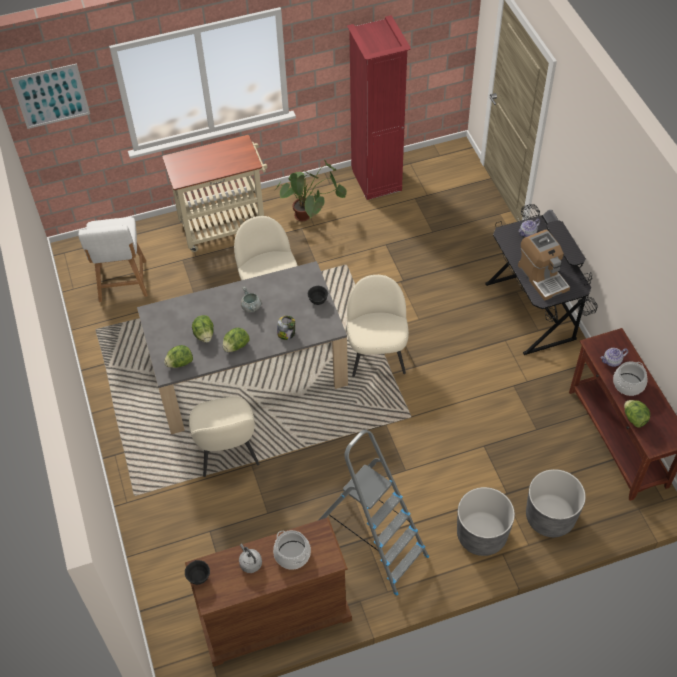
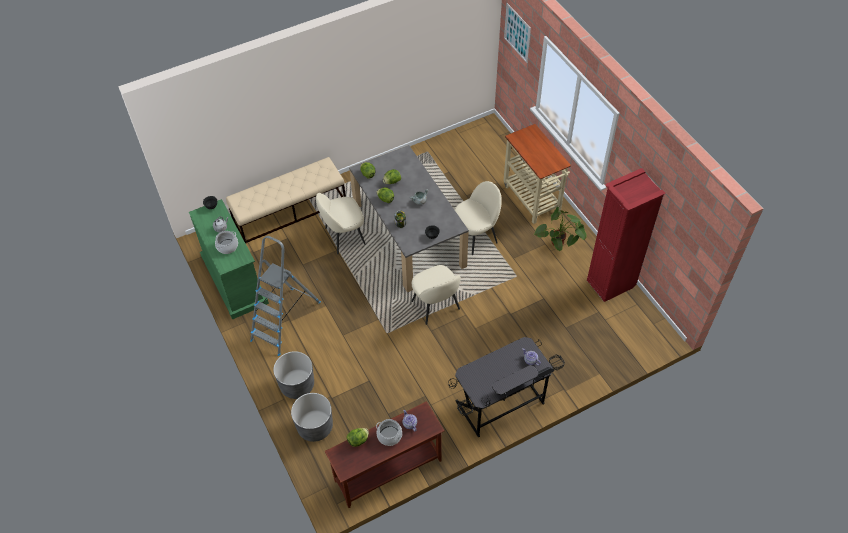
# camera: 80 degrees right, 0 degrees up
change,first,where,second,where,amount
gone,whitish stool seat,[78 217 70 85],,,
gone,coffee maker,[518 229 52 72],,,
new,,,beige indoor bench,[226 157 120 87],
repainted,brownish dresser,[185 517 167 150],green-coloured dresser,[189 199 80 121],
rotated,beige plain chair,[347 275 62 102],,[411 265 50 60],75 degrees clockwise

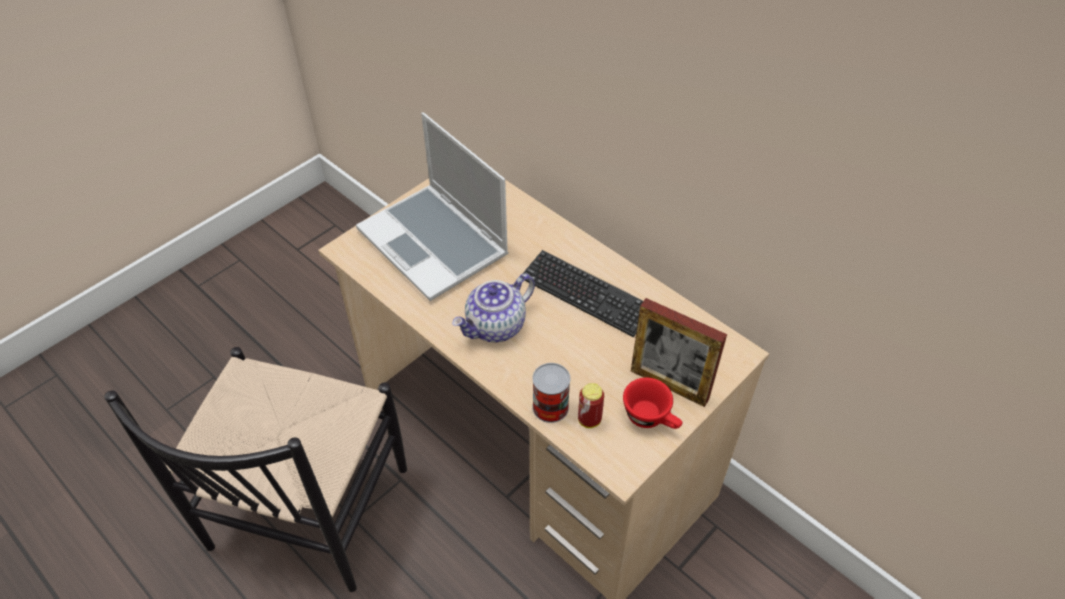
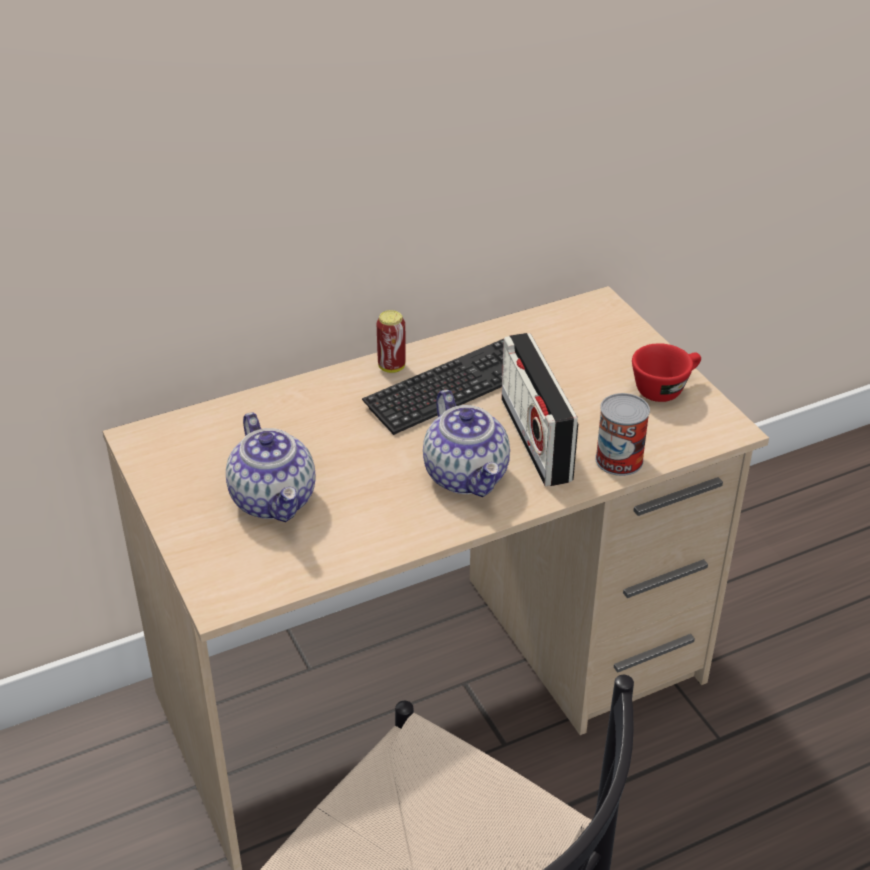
# camera: 70 degrees left, 10 degrees down
change,first,where,second,where,amount
gone,standing frame,[631 298 96 109],,,
new,,,radio set,[501 333 77 153],
shifted,can,[578 383 26 45],,[377 310 29 63],
swapped,laptop,[356 112 153 189],pot for tea,[226 412 90 110],

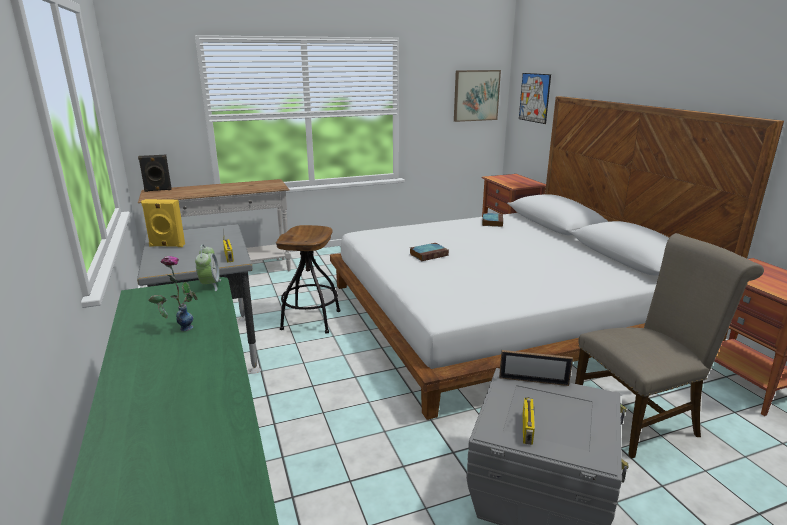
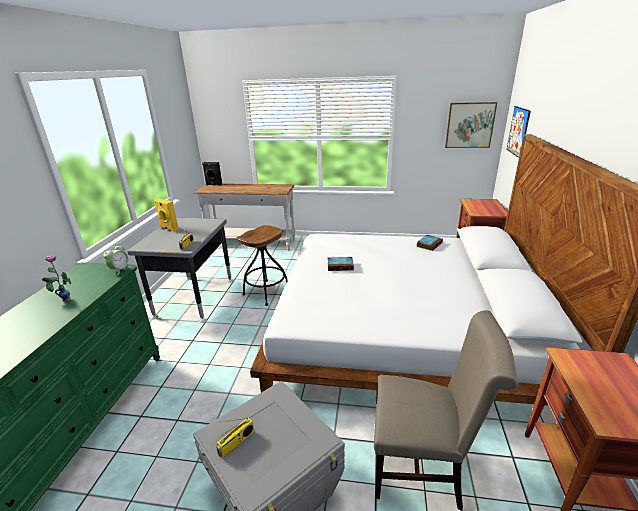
# camera: 30 degrees right, 5 degrees up
change,first,where,second,where,amount
gone,standing frame,[499 350 74 36],,,

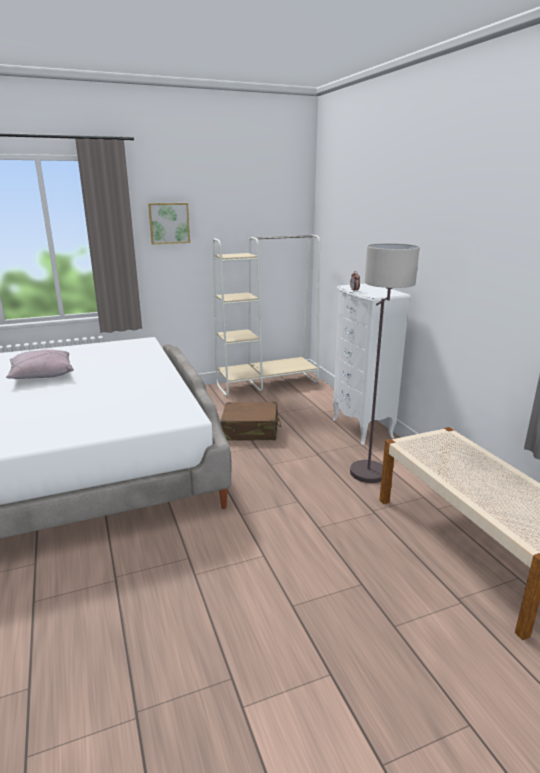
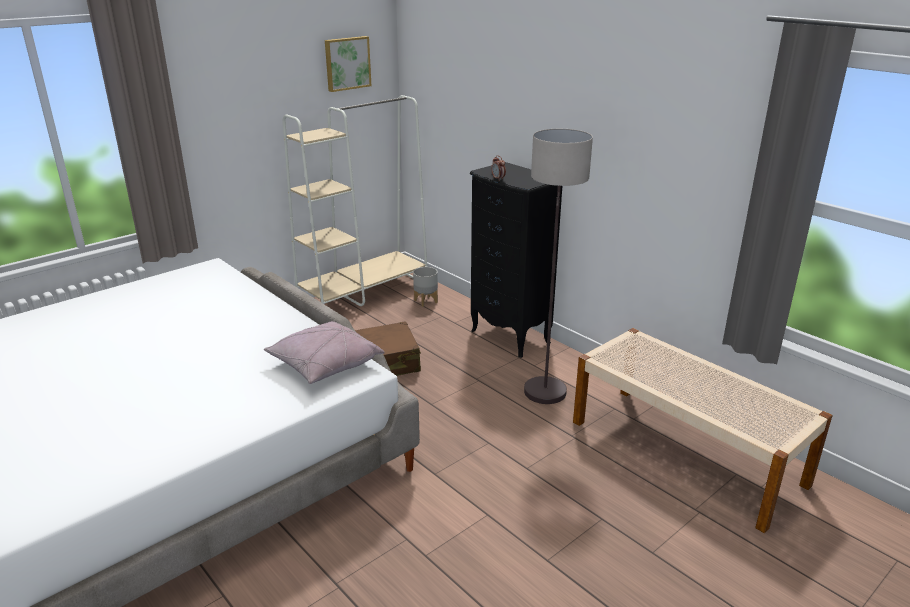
# camera: 20 degrees left, 5 degrees up
change,first,where,second,where,amount
new,,,greyish planter,[413 267 25 40],
shifted,purplish throw pillow,[6 350 68 29],,[264 321 121 63],
shifted,wall art,[148 203 42 41],,[325 36 46 56],
repainted,whitish dresser,[333 284 78 161],black dresser,[470 162 92 196],

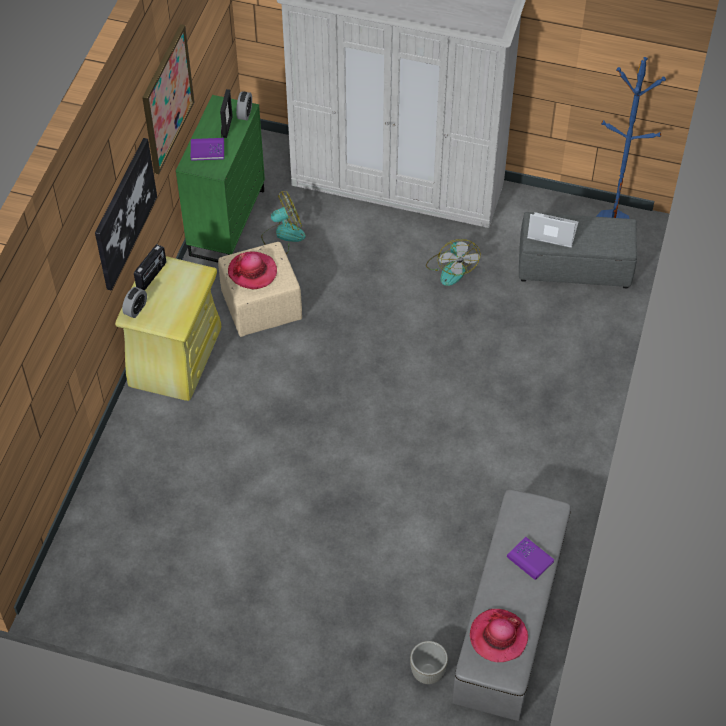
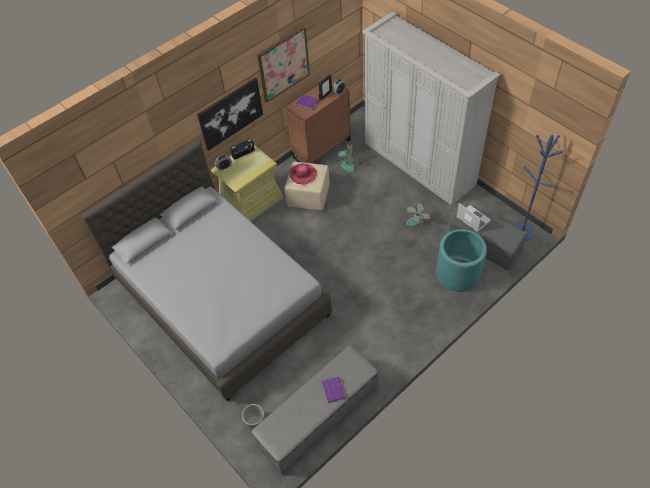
# camera: 35 degrees right, 0 degrees up
change,first,where,second,where,amount
gone,wearable hat,[470 609 58 53],,,
new,,,greyish sleeping bed,[81 140 251 261],
new,,,turquoise planter,[436 229 51 63],
repainted,green-coloured dresser,[176 95 89 167],brownish dresser,[286 78 65 85],

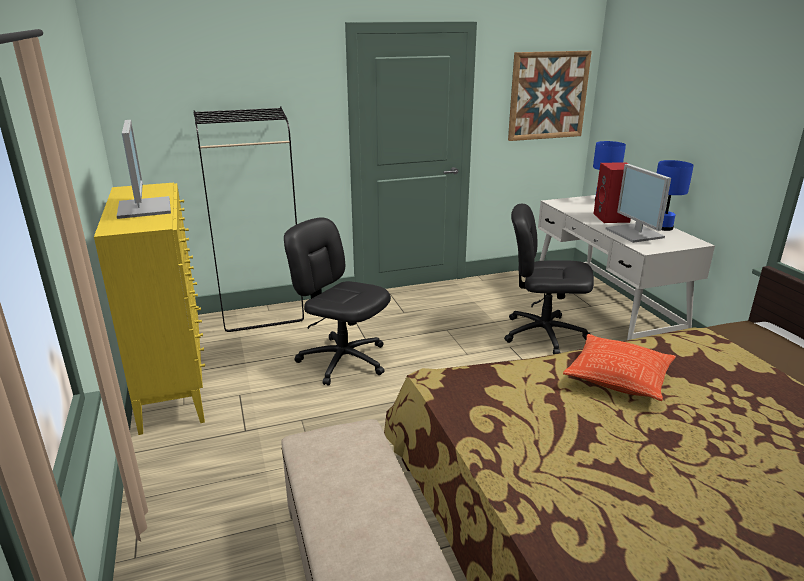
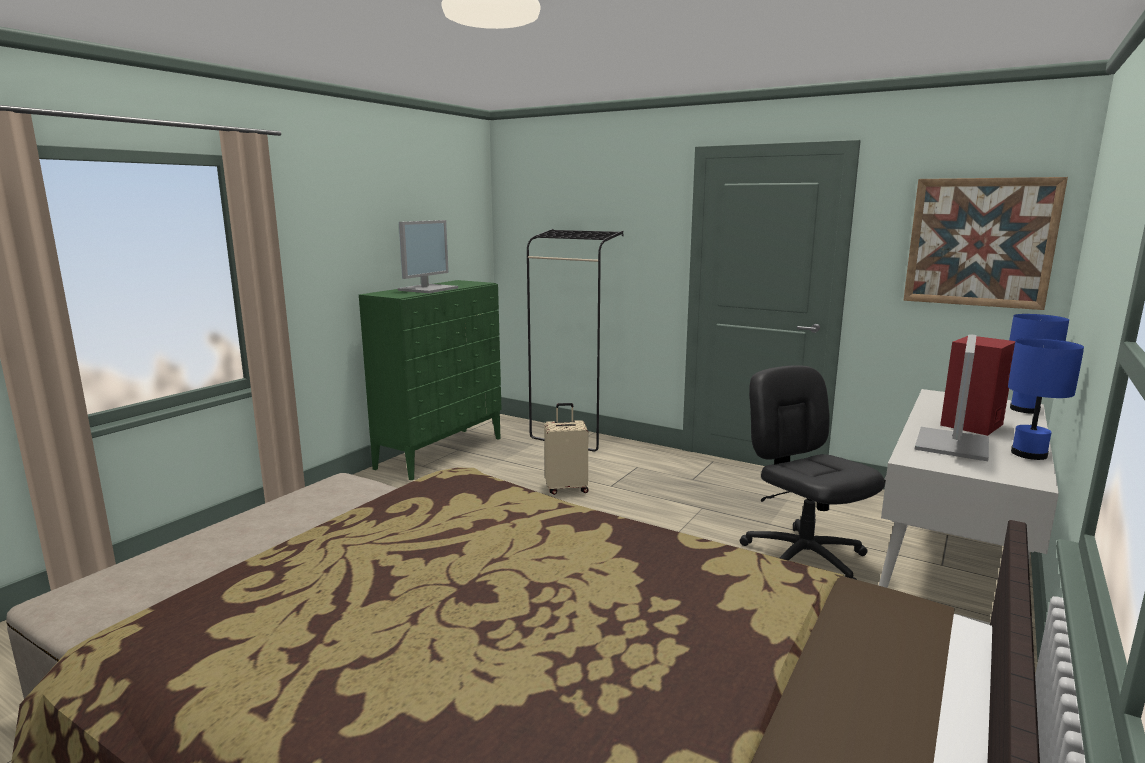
# camera: 50 degrees right, 10 degrees down
change,first,where,second,where,amount
gone,orangey throw pillow,[563 334 113 67],,,
swapped,black desk chair,[284 217 107 169],beige piece of luggage,[544 403 45 92],
repainted,yellowish dresser,[94 183 111 252],green-coloured dresser,[359 280 143 200],

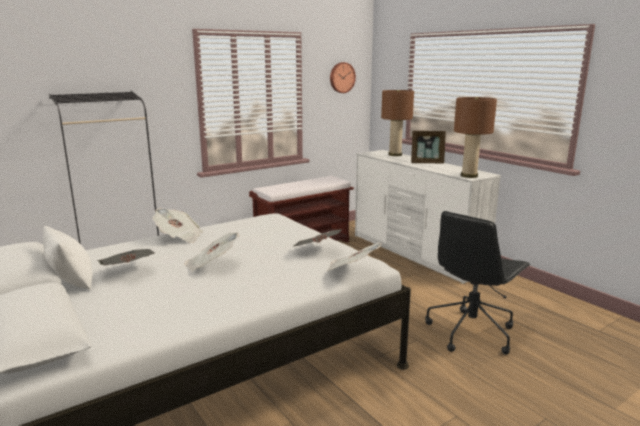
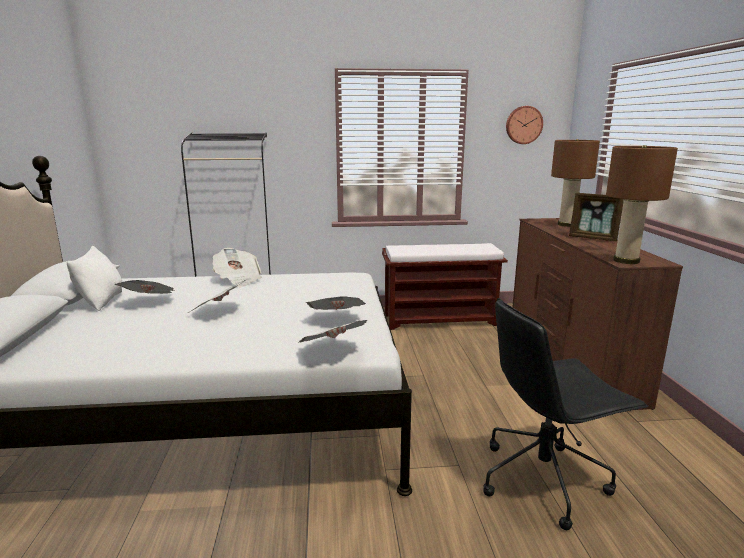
# camera: 30 degrees right, 0 degrees up
change,first,where,second,where,amount
repainted,whitish dresser,[355 150 146 134],brownish dresser,[513 218 170 192],

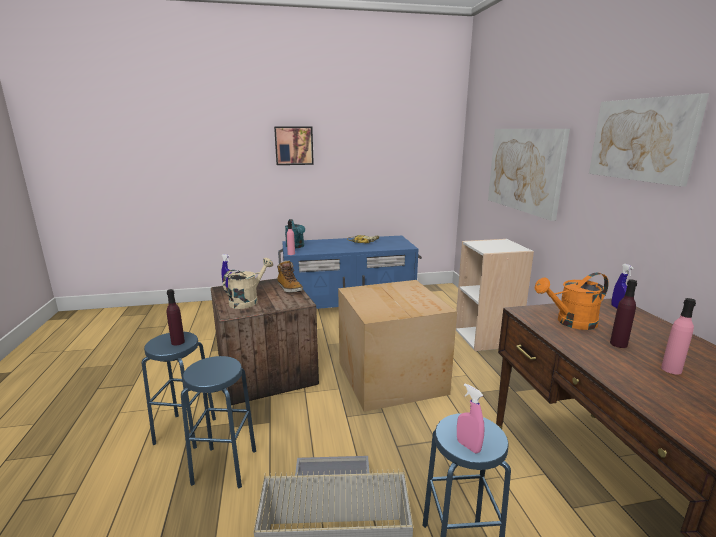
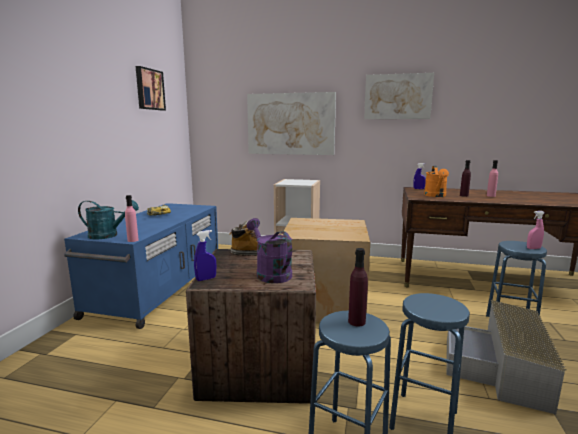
# camera: 65 degrees left, 5 degrees down
change,first,where,second,where,amount
shifted,wall art,[274 126 40 39],,[136 66 30 44],
repainted,beige sprinkling can,[223 258 50 51],purplish sprinkling can,[247 218 45 65],

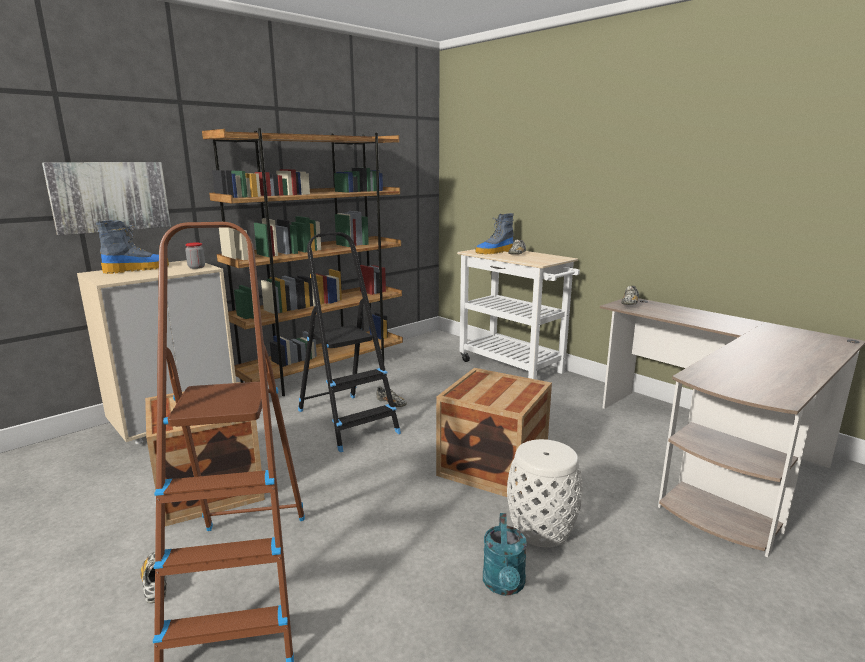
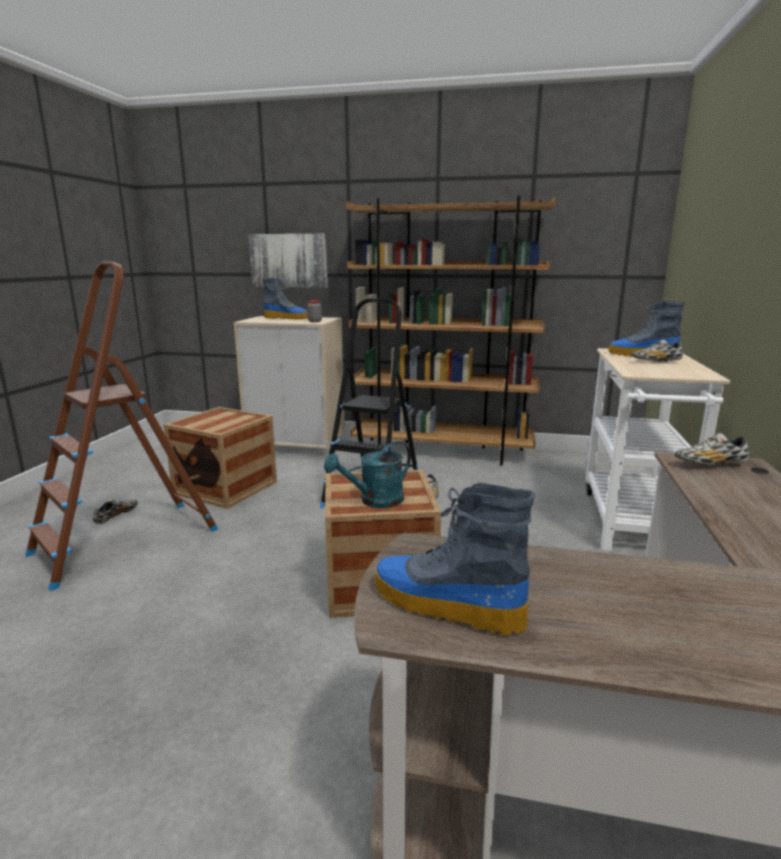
# camera: 55 degrees right, 0 degrees up
change,first,where,second,where,amount
gone,whitish stool seat,[507 439 76 108],,,
new,,,high-top boot,[375 483 160 152],
shifted,turquoise sprinkling can,[483 513 44 83],,[324 441 87 67],

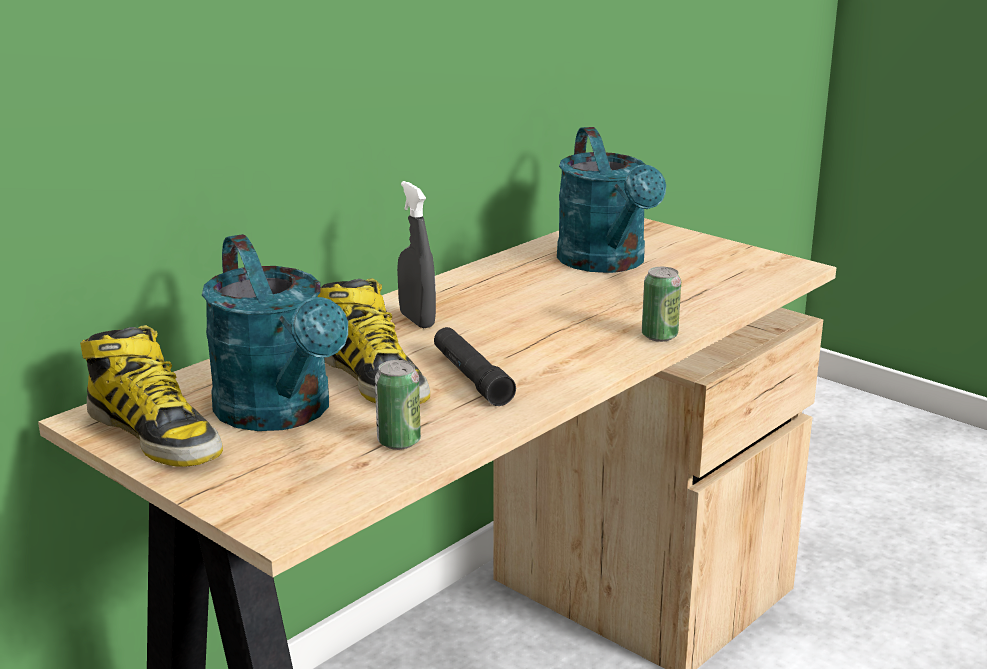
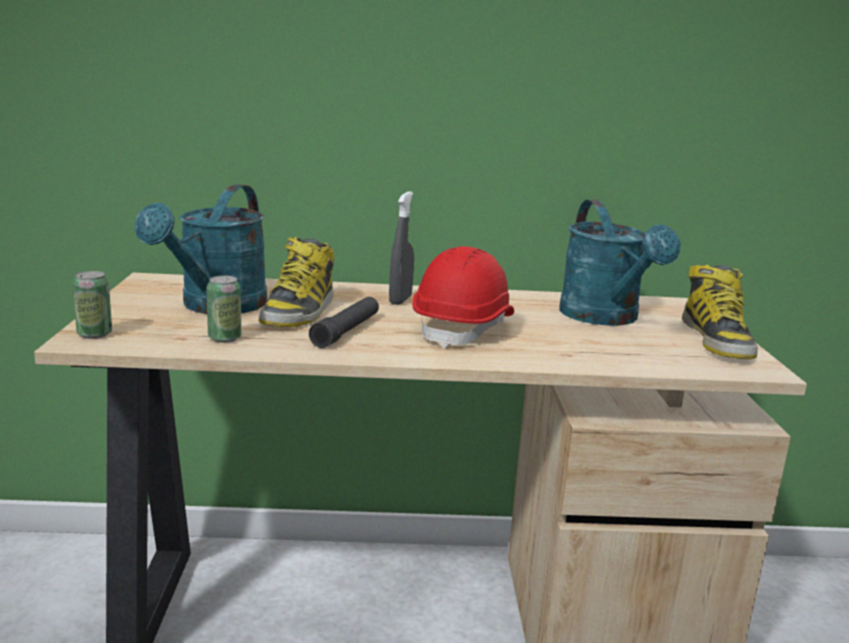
# camera: 45 degrees right, 5 degrees down
change,first,where,second,where,amount
new,,,red work helmet,[412 246 102 103],
shifted,high-top boot,[80 325 143 142],,[682 265 76 94],
shifted,can,[642 267 39 75],,[73 271 39 68],
rotated,turquoise sprinkling can,[557 127 109 146],,[559 200 122 126],45 degrees counterclockwise

